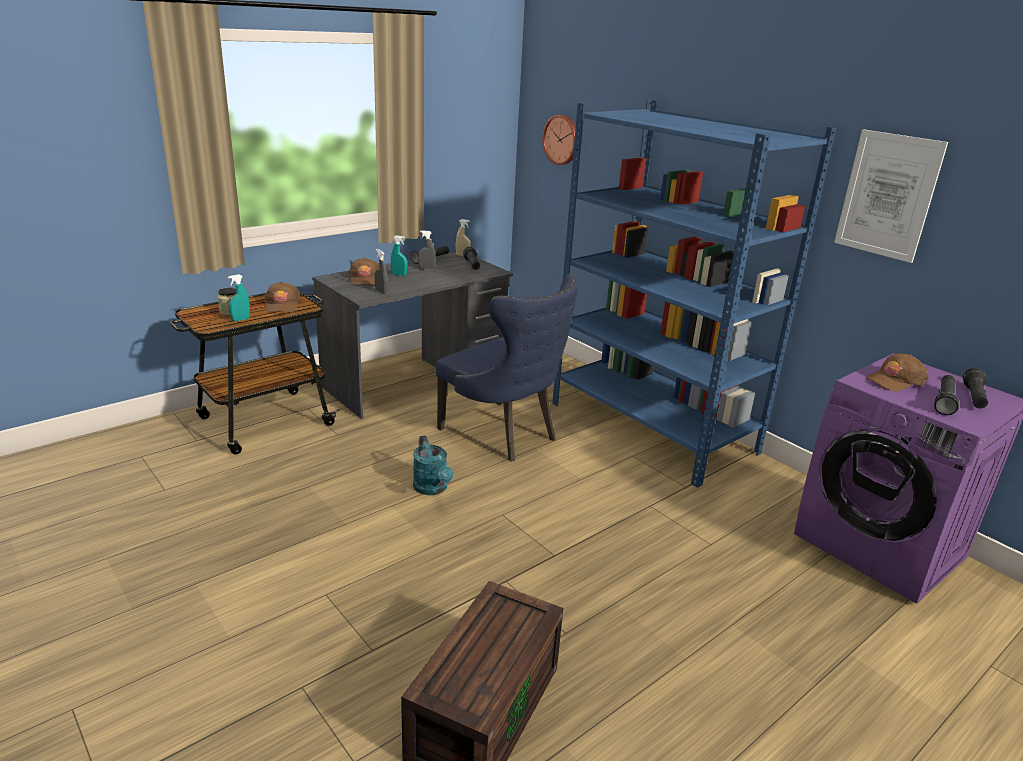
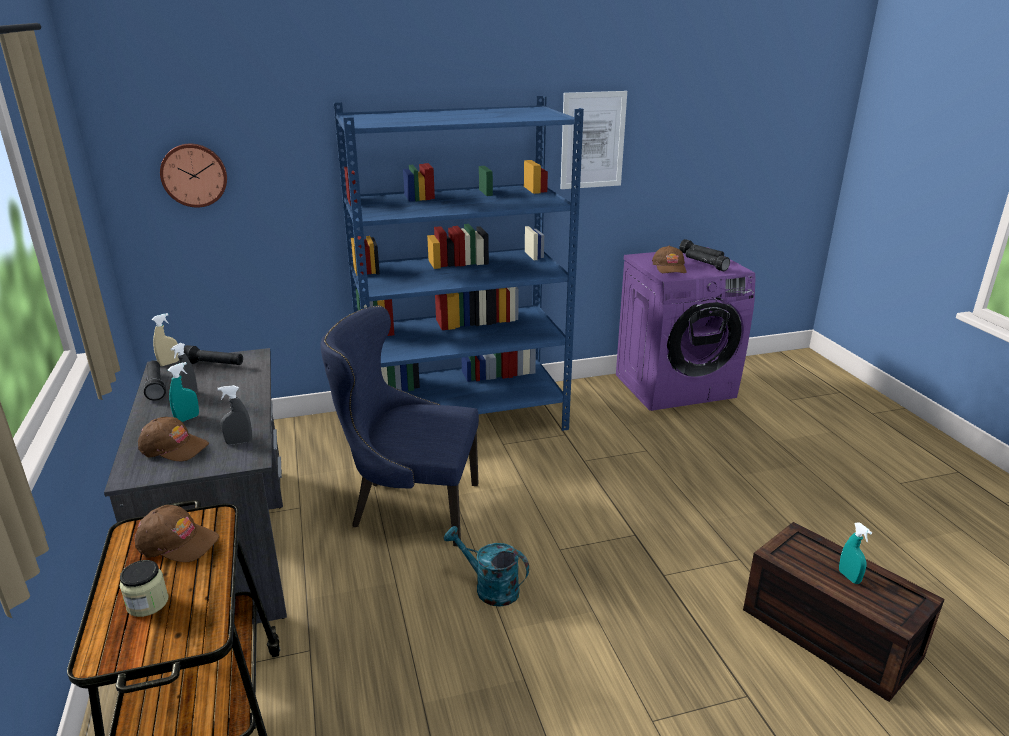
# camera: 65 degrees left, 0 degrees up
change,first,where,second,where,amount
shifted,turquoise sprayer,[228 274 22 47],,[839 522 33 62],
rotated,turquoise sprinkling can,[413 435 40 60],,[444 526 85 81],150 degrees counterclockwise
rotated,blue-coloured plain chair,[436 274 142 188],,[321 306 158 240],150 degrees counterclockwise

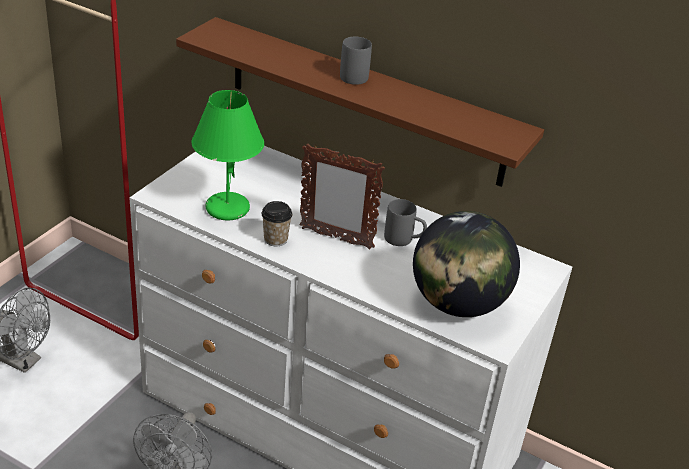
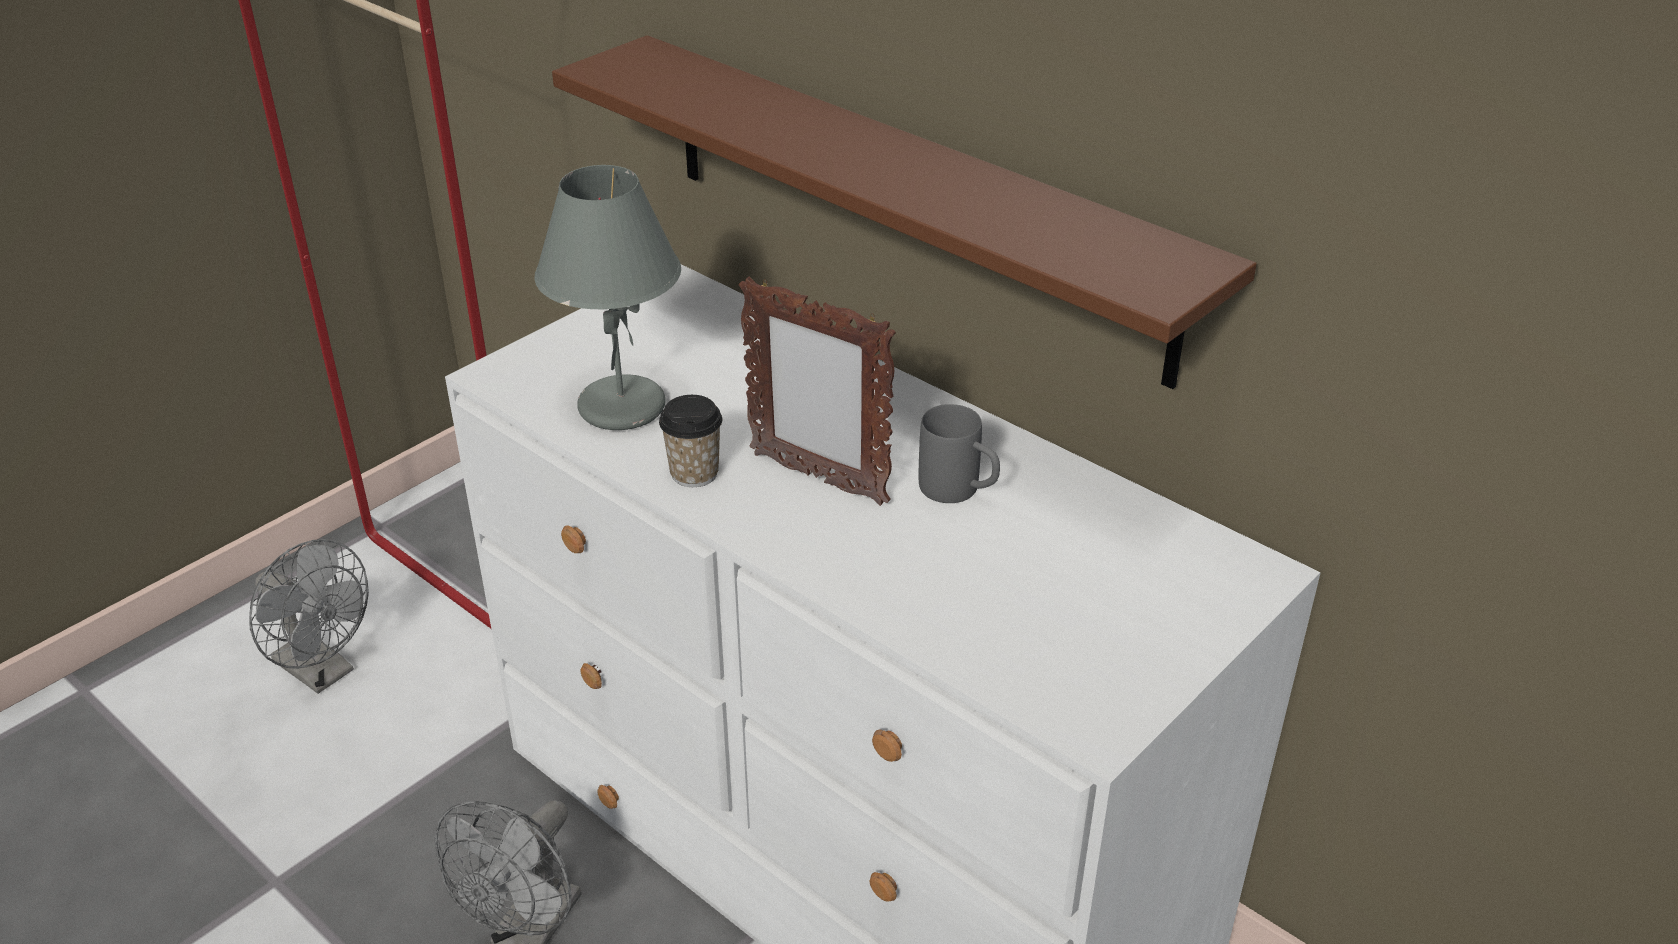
# camera: 15 degrees right, 0 degrees up
change,first,where,second,where,amount
gone,greyish coffee mug,[340 37 32 48],,,
gone,world globe,[413 211 107 106],,,
repainted,green-coloured tabletop lamp,[191 90 73 130],greyish tabletop lamp,[534 165 147 265],

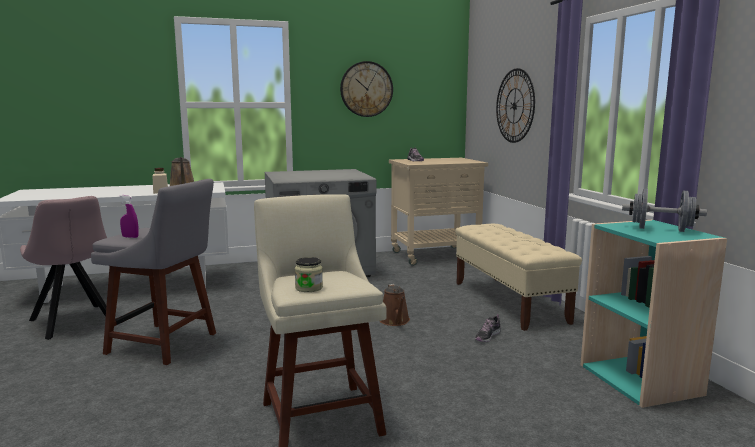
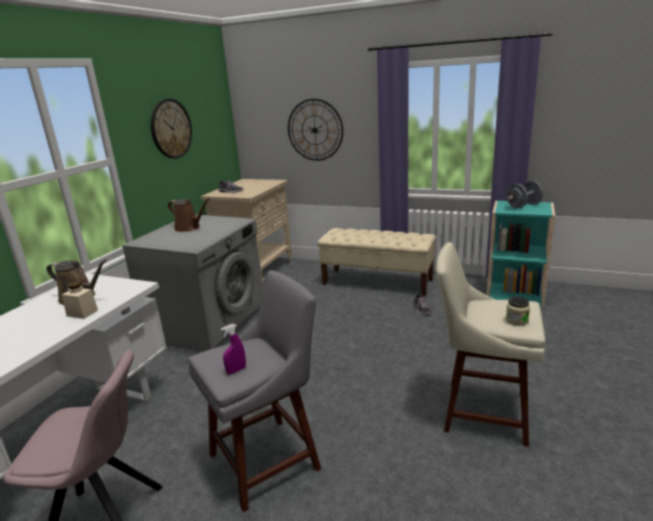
# camera: 50 degrees left, 10 degrees up
change,first,where,second,where,amount
shifted,brownish sprinkling can,[380 284 30 42],,[168 198 42 34],

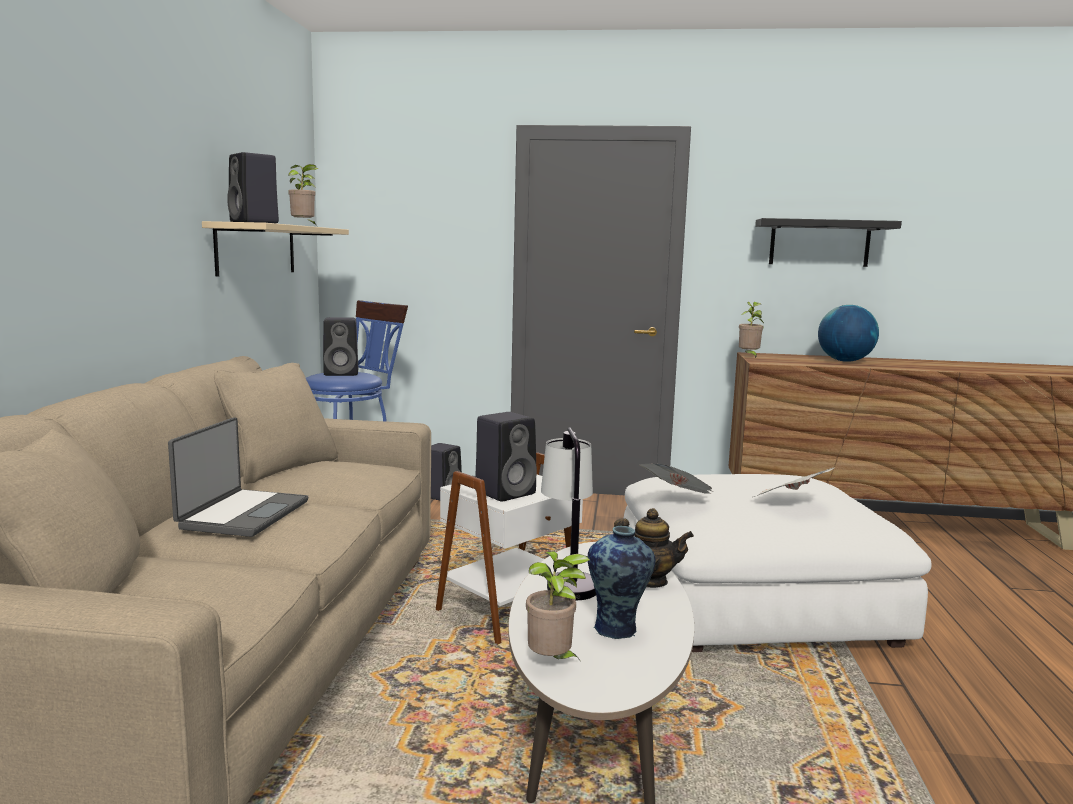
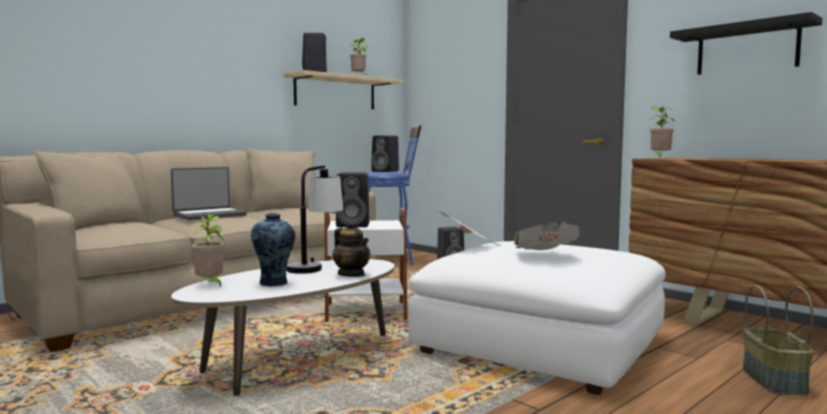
# camera: 40 degrees right, 5 degrees down
change,first,where,second,where,amount
gone,world globe,[818 305 61 57],,,
new,,,storage basket,[743 285 71 110],

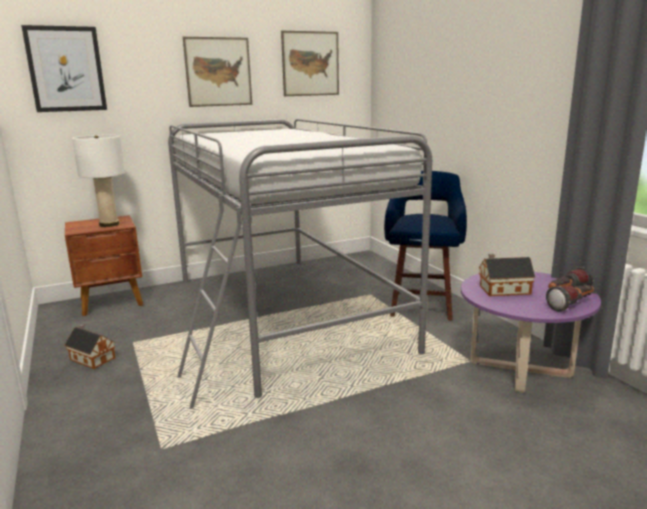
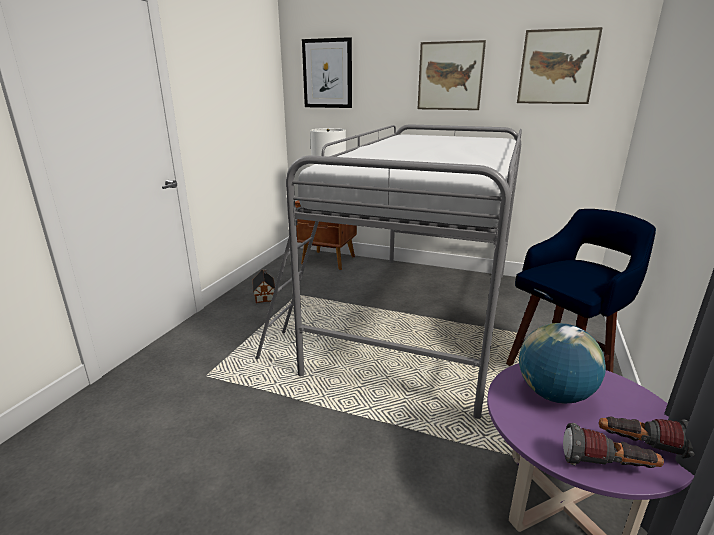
# camera: 45 degrees right, 5 degrees up
change,first,where,second,where,amount
swapped,miniature house,[479 254 56 42],world globe,[519 323 87 81],

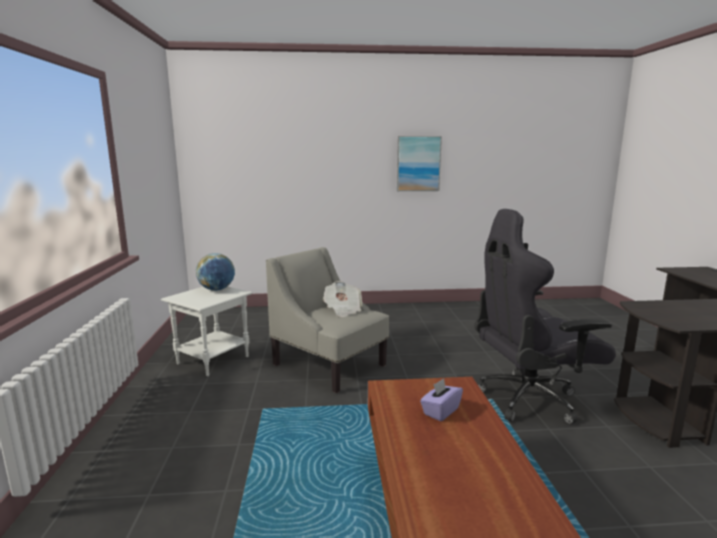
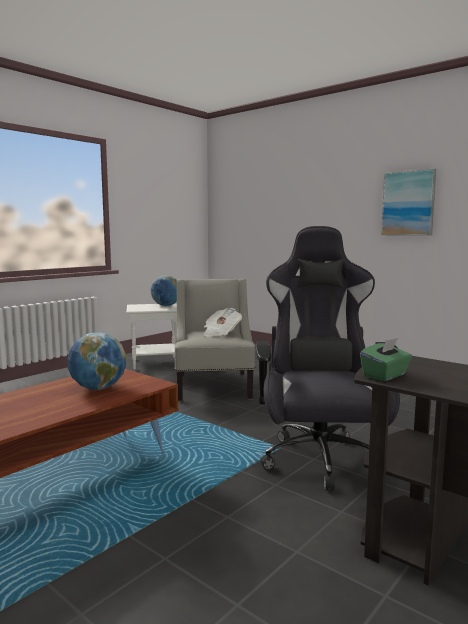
# camera: 45 degrees right, 5 degrees down
change,first,where,second,where,amount
new,,,green-coloured tissue box,[360 338 52 43],
swapped,purplish tissue box,[420 378 43 43],world globe,[67 332 59 58],
rotated,black desk chair,[474 209 142 215],,[256 226 144 264],60 degrees clockwise

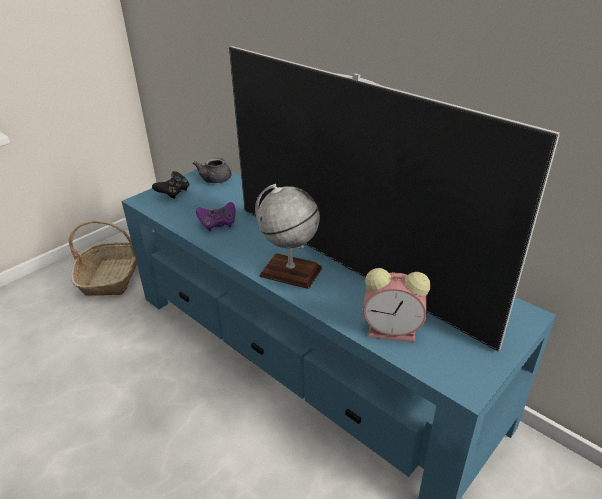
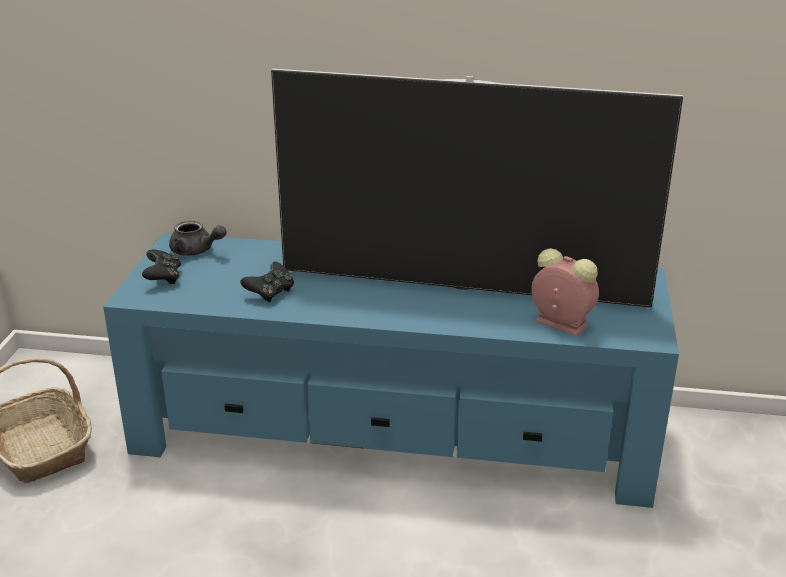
# camera: 35 degrees left, 5 degrees down
change,first,where,second,where,amount
gone,world globe,[255 184 67 105],,,
repainted,purplish joypad,[196 202 40 29],black joypad,[240 262 54 40],
rotated,greyish pot for tea,[193 158 39 25],,[169 220 58 36],45 degrees counterclockwise
rotated,table clock,[363 268 68 74],,[531 248 68 88],120 degrees counterclockwise

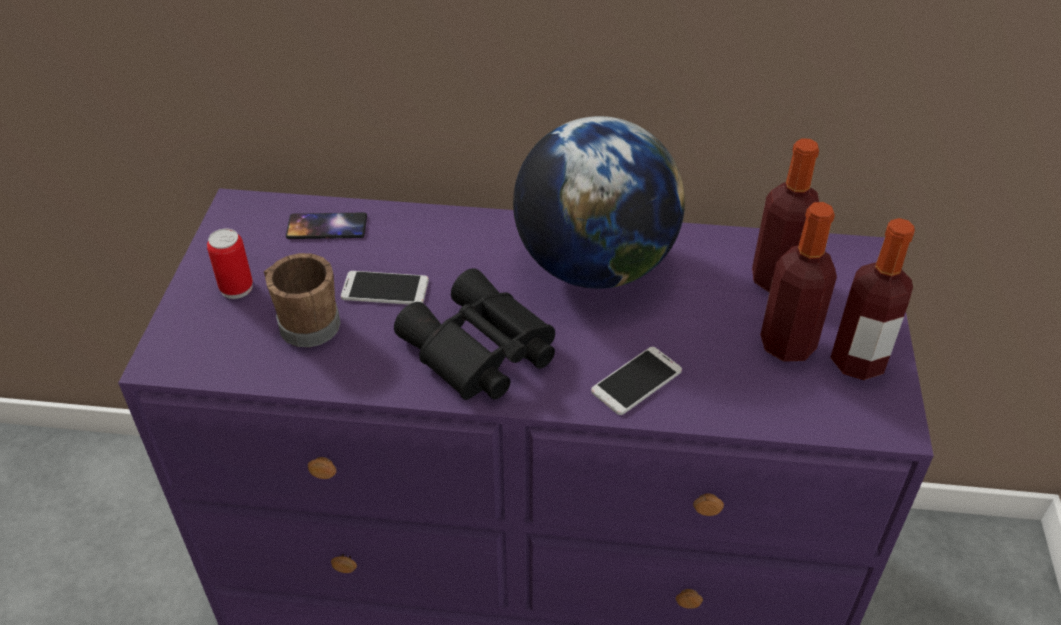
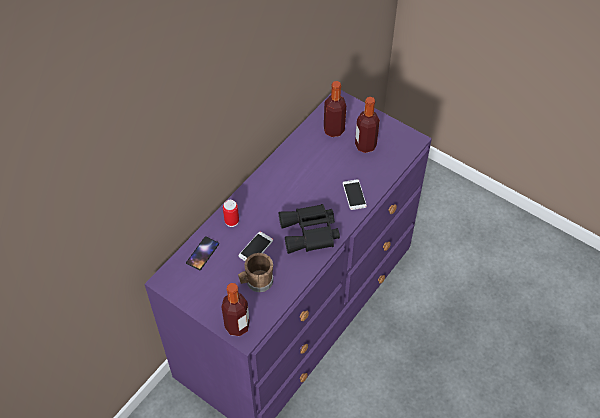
# camera: 60 degrees left, 10 degrees up
change,first,where,second,where,amount
gone,world globe,[513 116 172 173],,,
shifted,can,[207 228 46 71],,[223 200 16 27],
shifted,beverage bottle,[830 218 85 162],,[222 283 28 53],

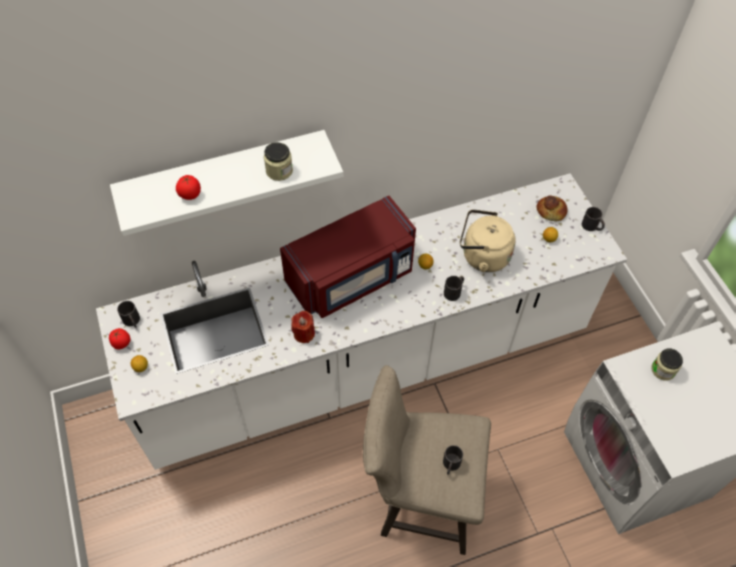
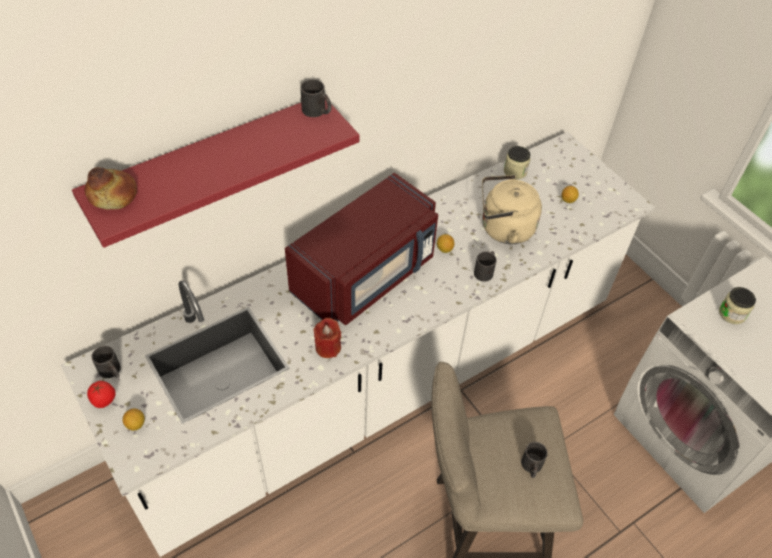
# camera: 15 degrees left, 5 degrees down
change,first,where,second,where,amount
gone,whole tomato,[176 175 25 25],,,
shifted,jar,[264 142 29 39],,[504 146 26 33],
shifted,baked bread,[536 196 32 25],,[85 167 52 43],
shifted,black coffee mug,[582 207 23 24],,[300 79 32 38],
repainted,whitish bracket shelf,[110 130 233 106],red bracket shelf,[72 100 288 148],

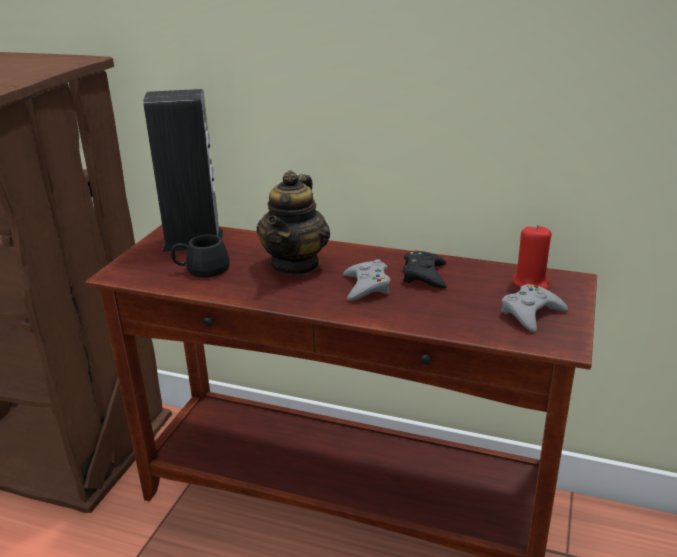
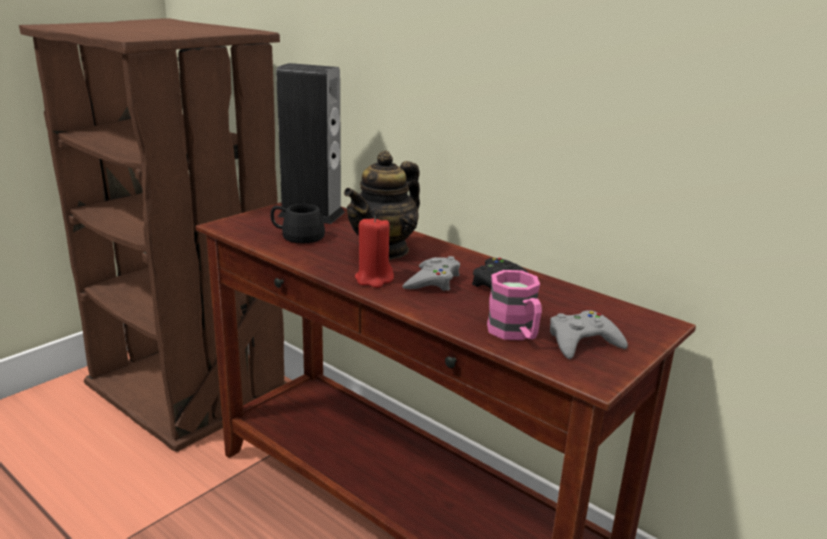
# camera: 20 degrees right, 5 degrees down
change,first,where,second,where,amount
new,,,pink coffee mug,[487 270 55 70],
shifted,red wax light,[513 225 38 65],,[355 216 39 72],

